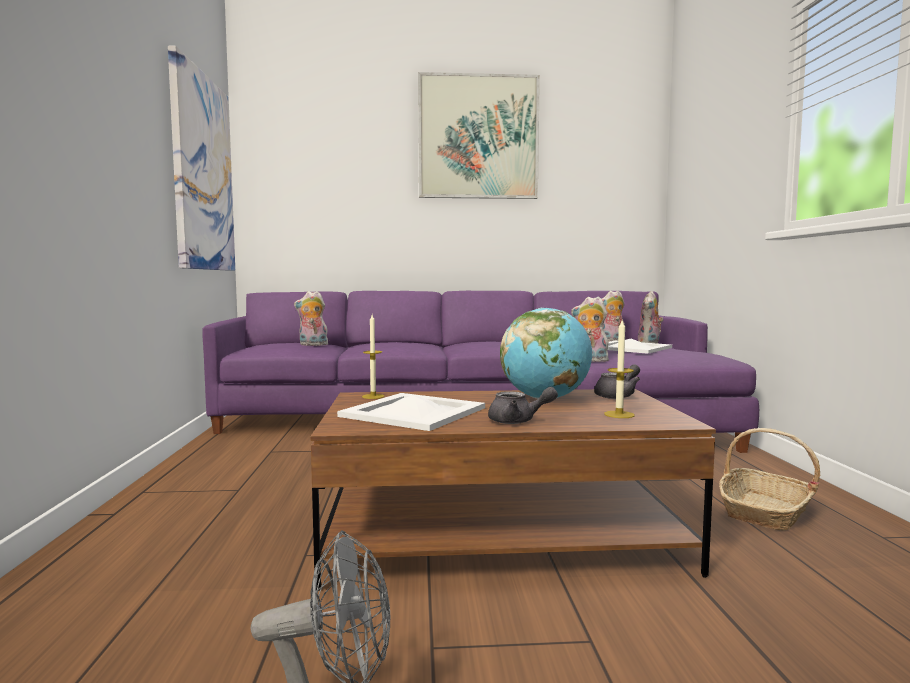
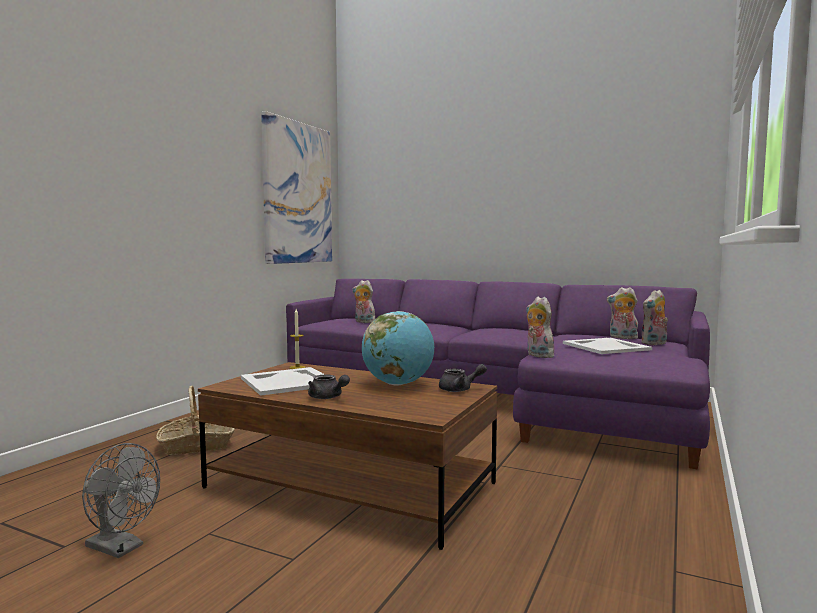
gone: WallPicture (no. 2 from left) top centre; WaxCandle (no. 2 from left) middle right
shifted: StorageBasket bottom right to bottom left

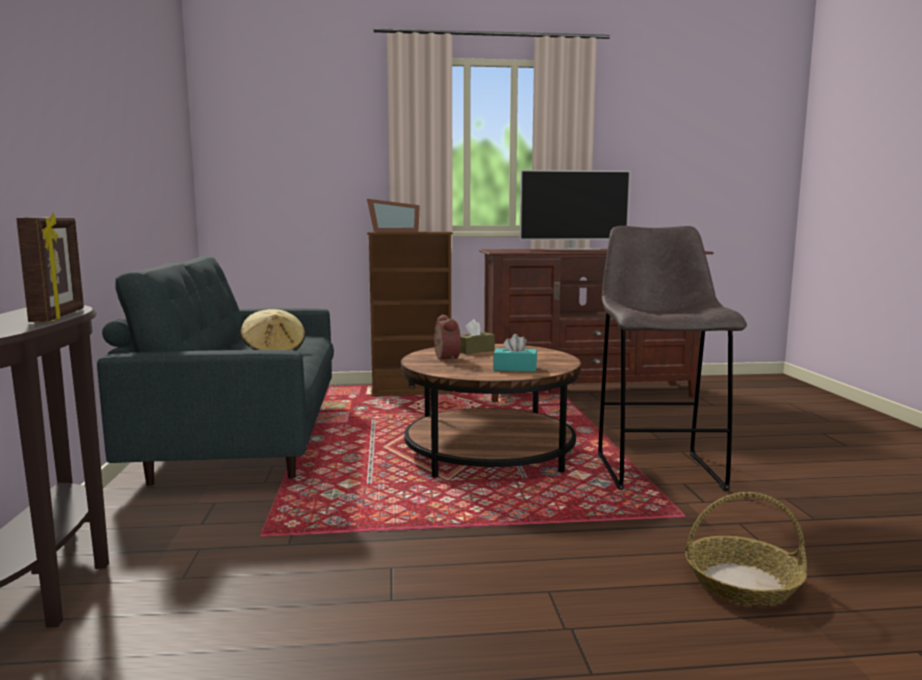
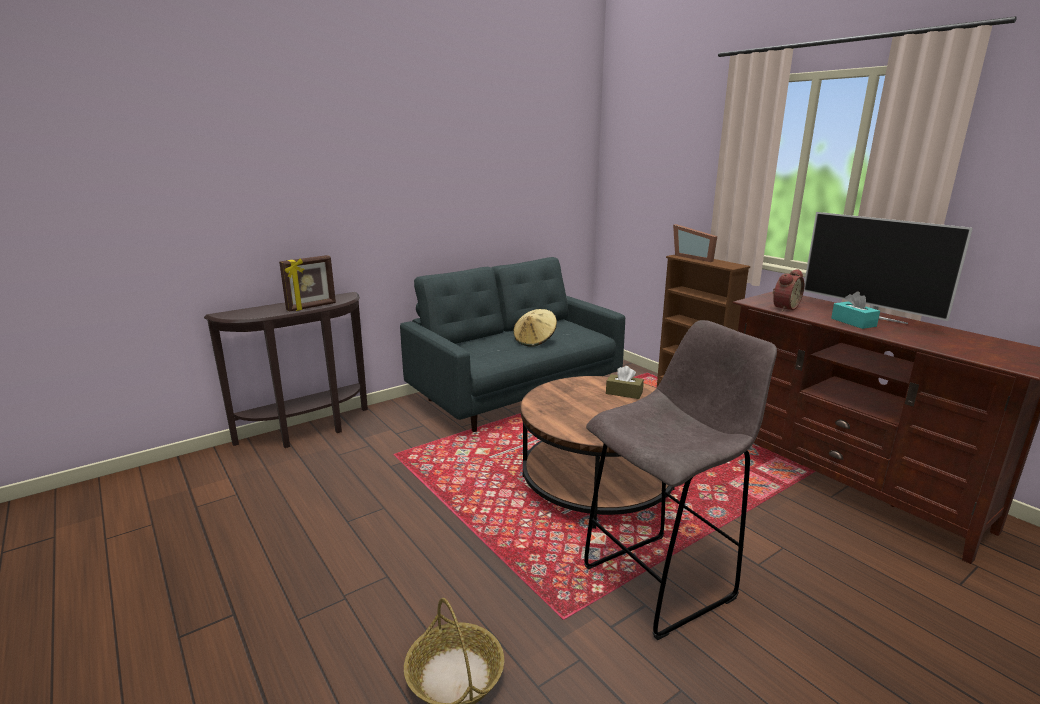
shifted: BedsideClock centre to middle right; BlueGreenTissueHolder centre to middle right

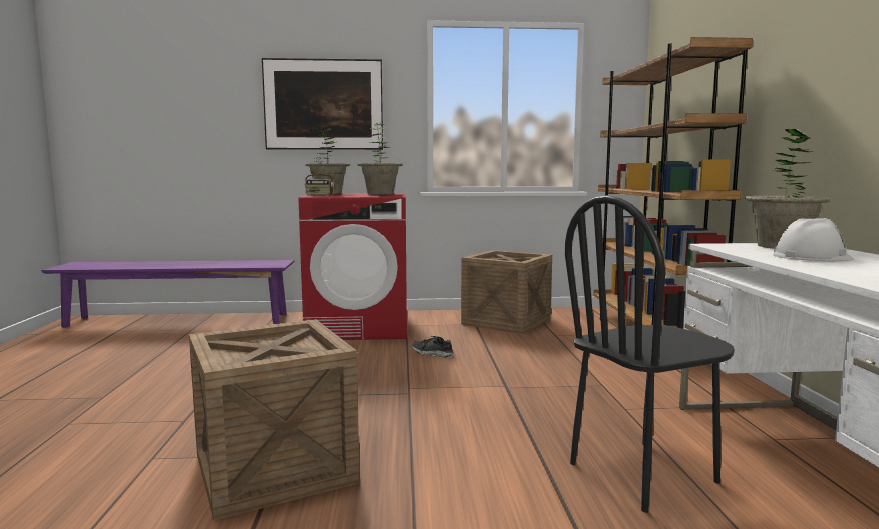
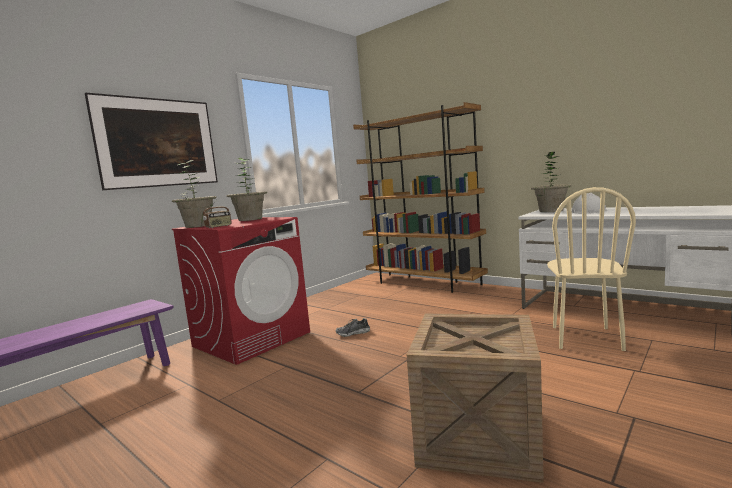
gone: Crate (no. 2 from left) centre
repainted: BlackColouredUprightChair bottom right to SandColouredUprightChair middle right

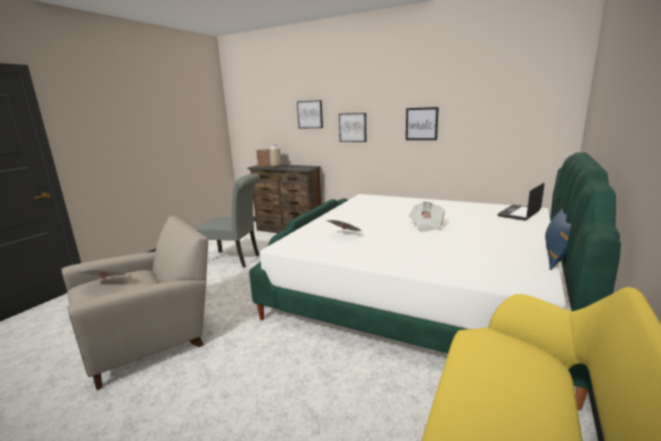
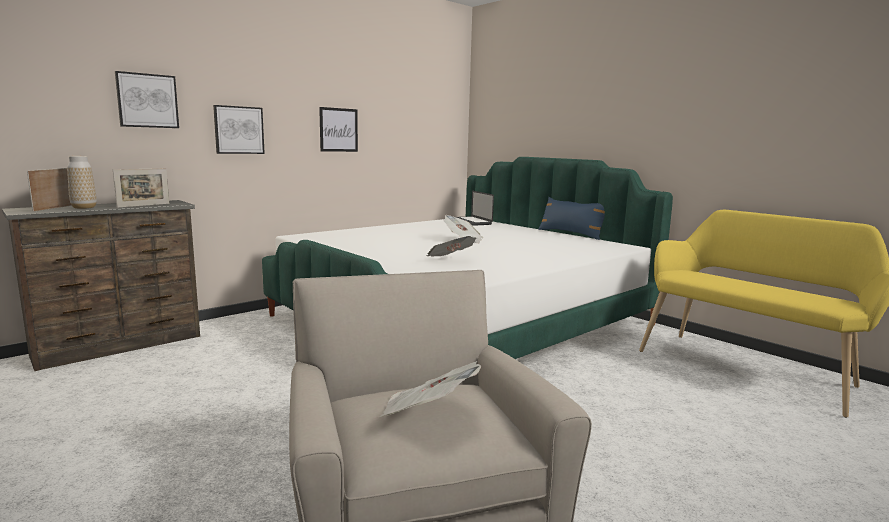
gone: GreyishUprightChair centre
new: PhotoFrame (no. 2 from left) middle left

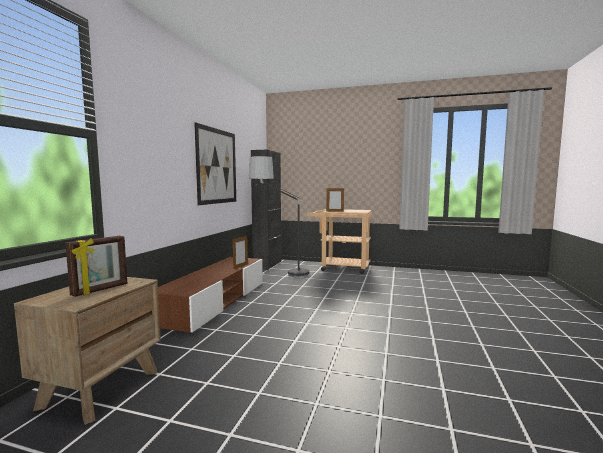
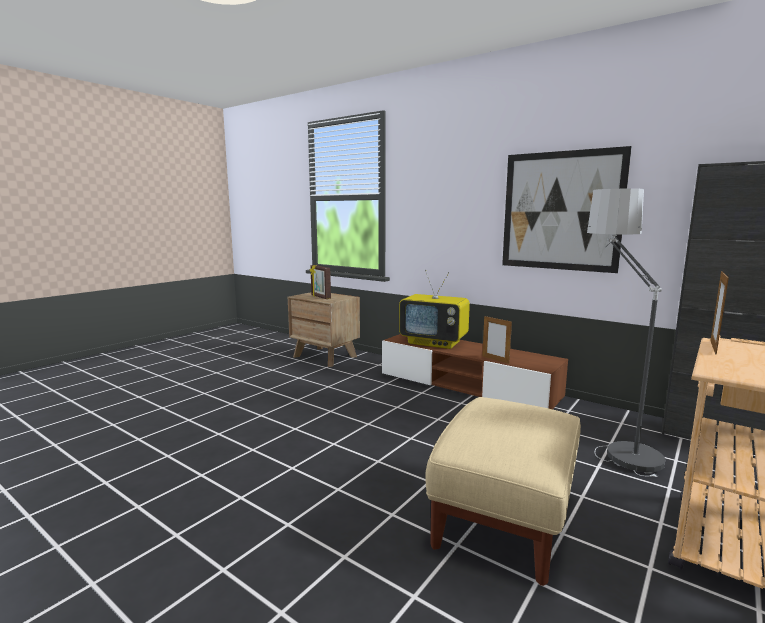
new: TvSet centre; SandColouredFootrest bottom centre

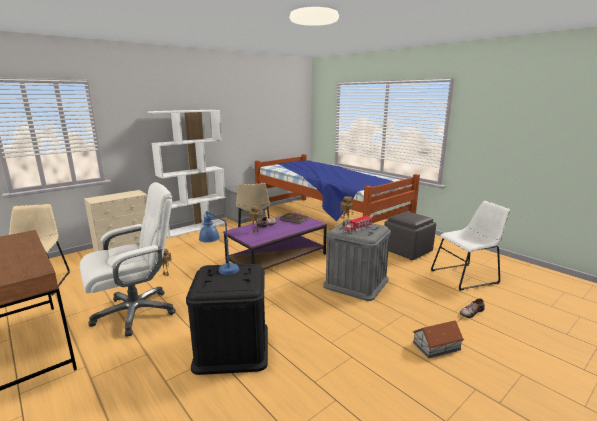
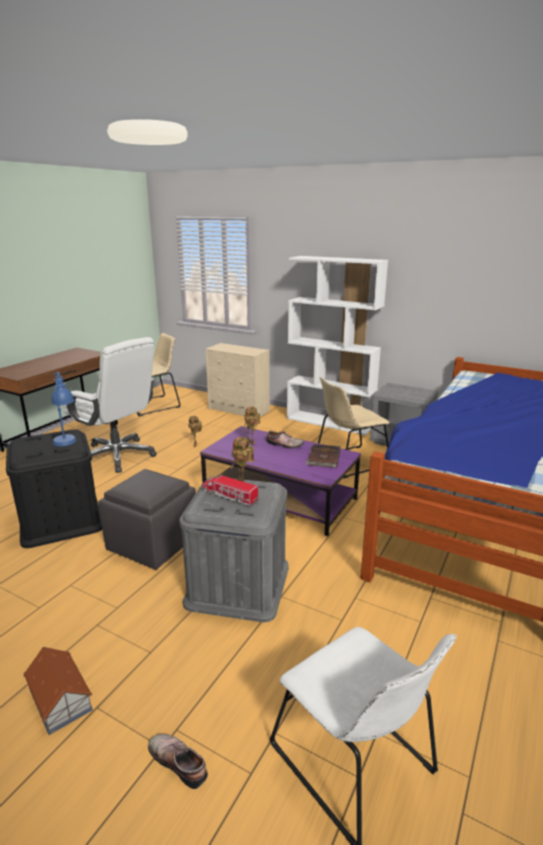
shifted: GreyishFootrest middle right to middle left

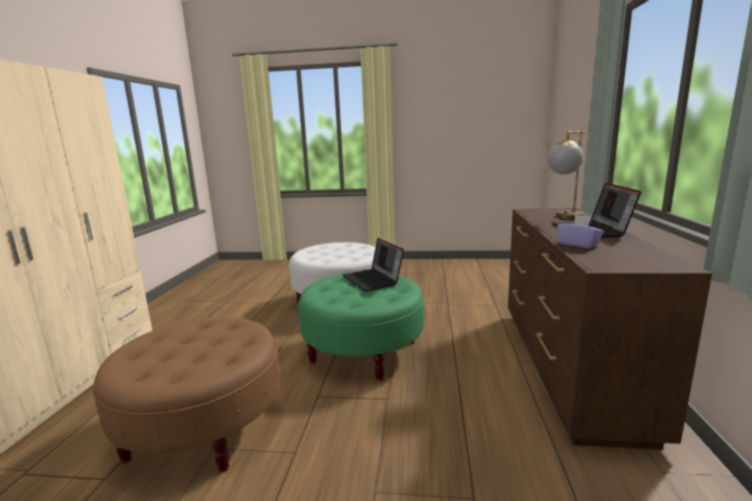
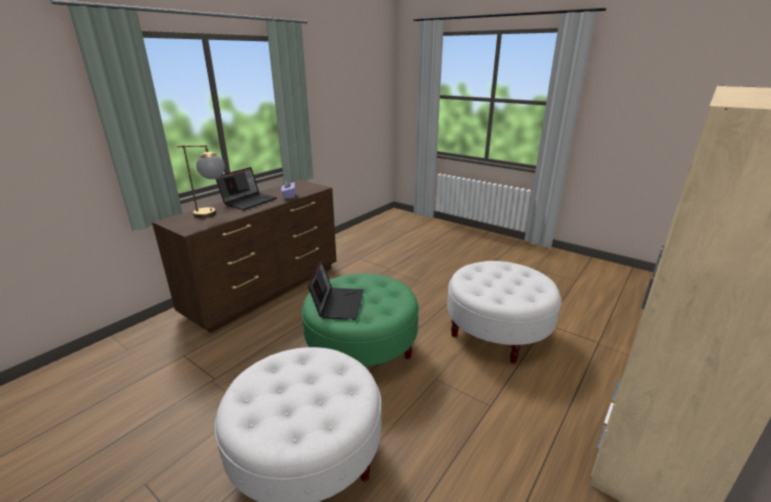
repainted: BrownishFootrest bottom left to WhiteColouredFootrest (no. 2 from left) centre

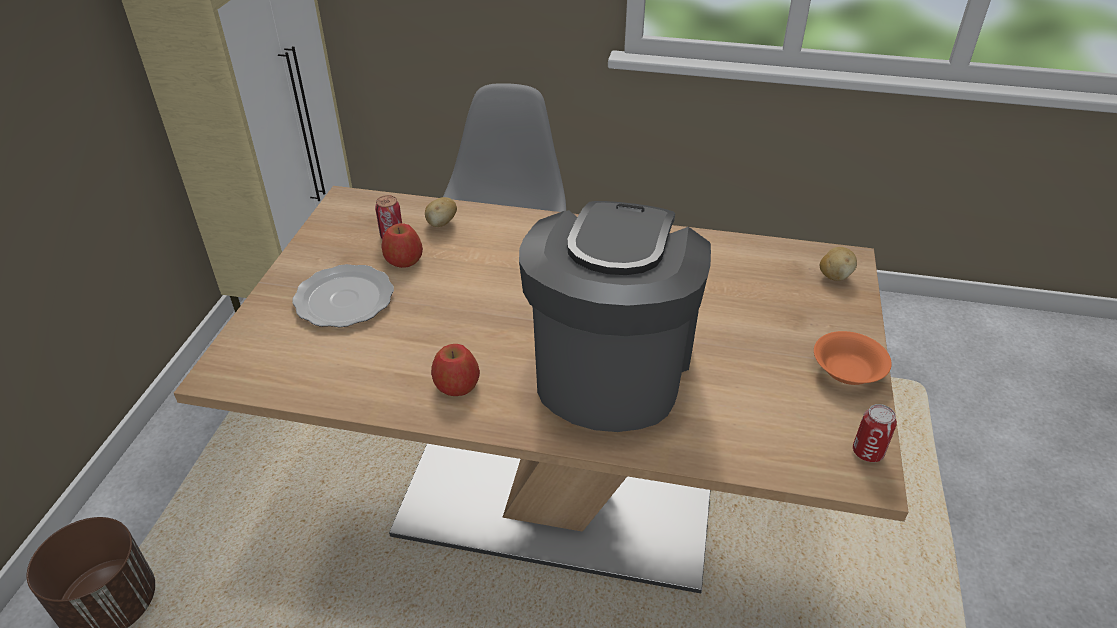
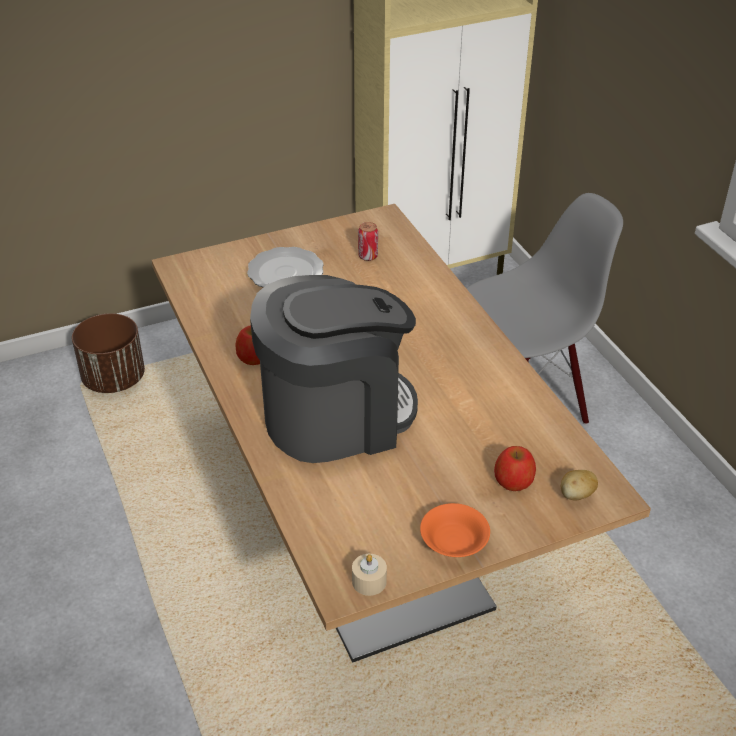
gone: Spud (no. 1 from left) centre
shifted: Apple (no. 1 from left in the first image) centre to Apple (no. 2 from left) middle right
swapped: MetalCan (no. 2 from left) bottom right to SandColouredWaxCandle bottom centre

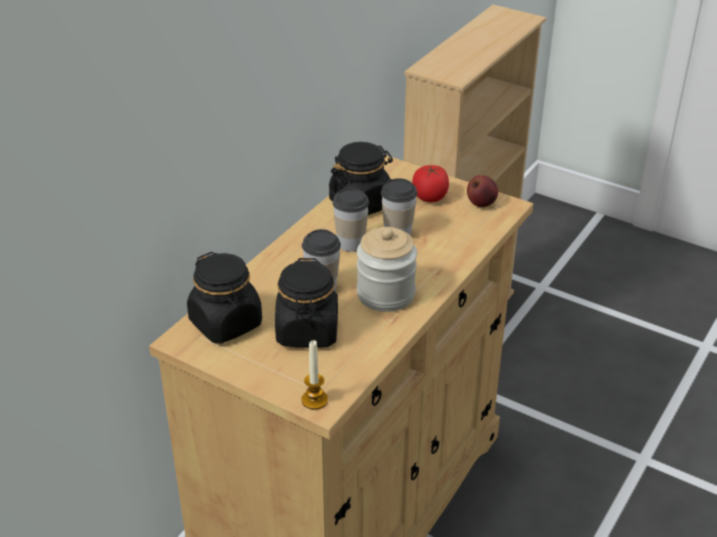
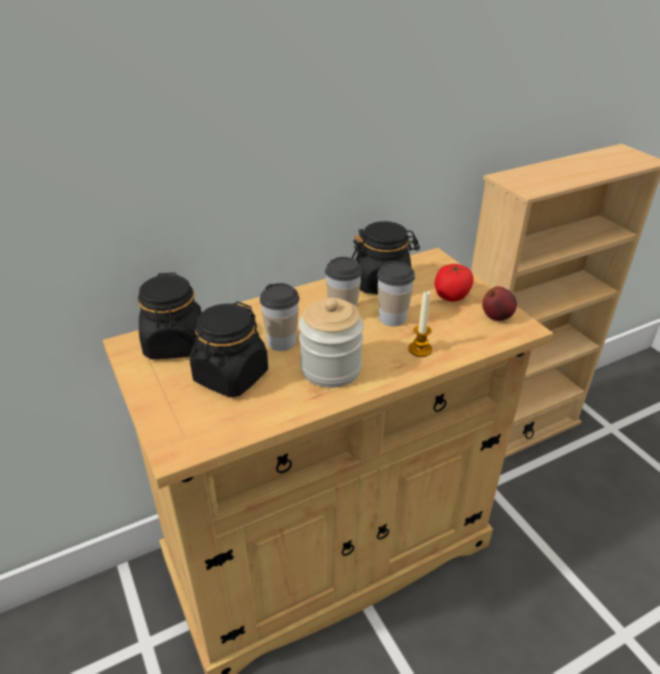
shifted: WaxCandle bottom centre to centre

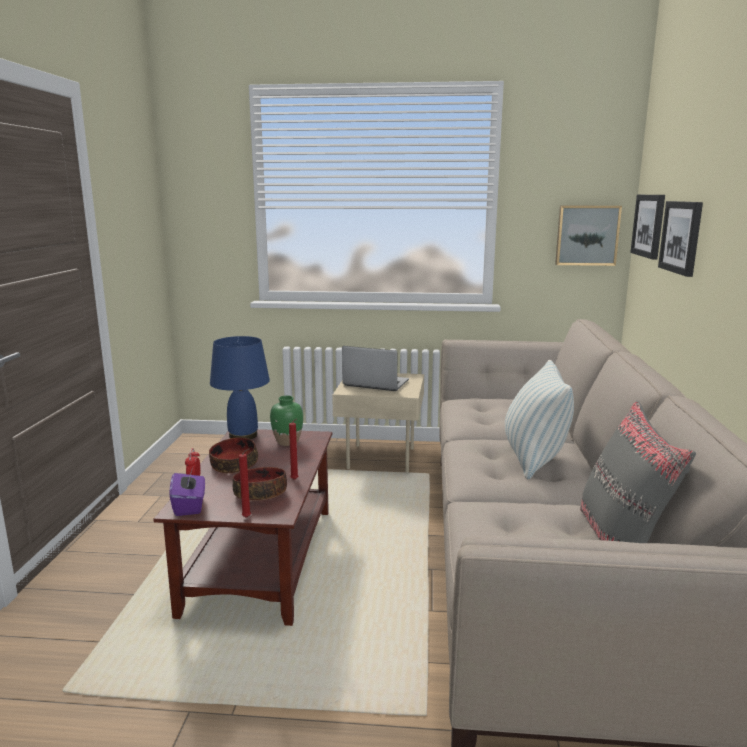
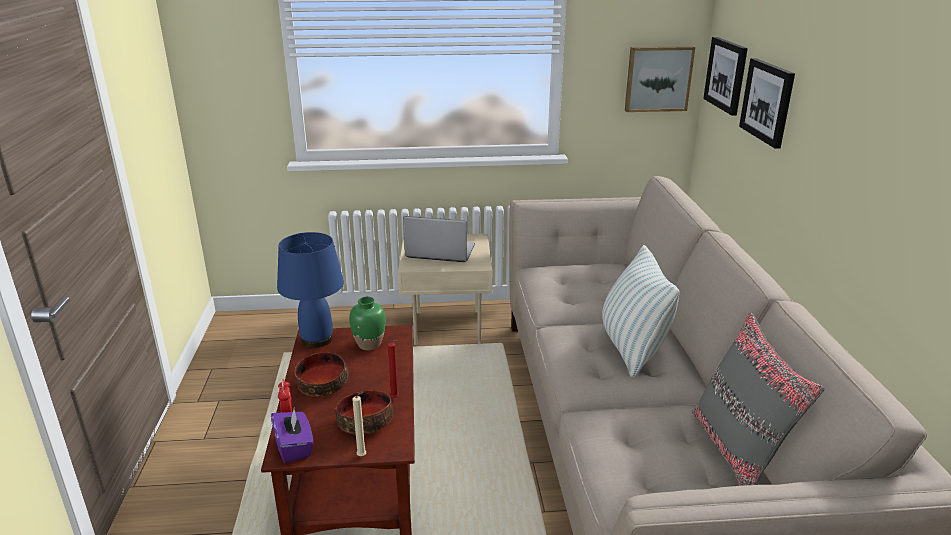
repainted: RedWaxCandle (no. 1 from left) middle left to SandColouredWaxCandle bottom centre

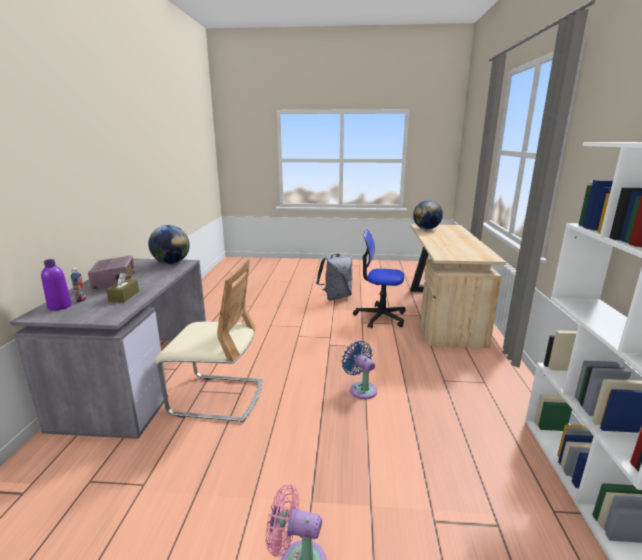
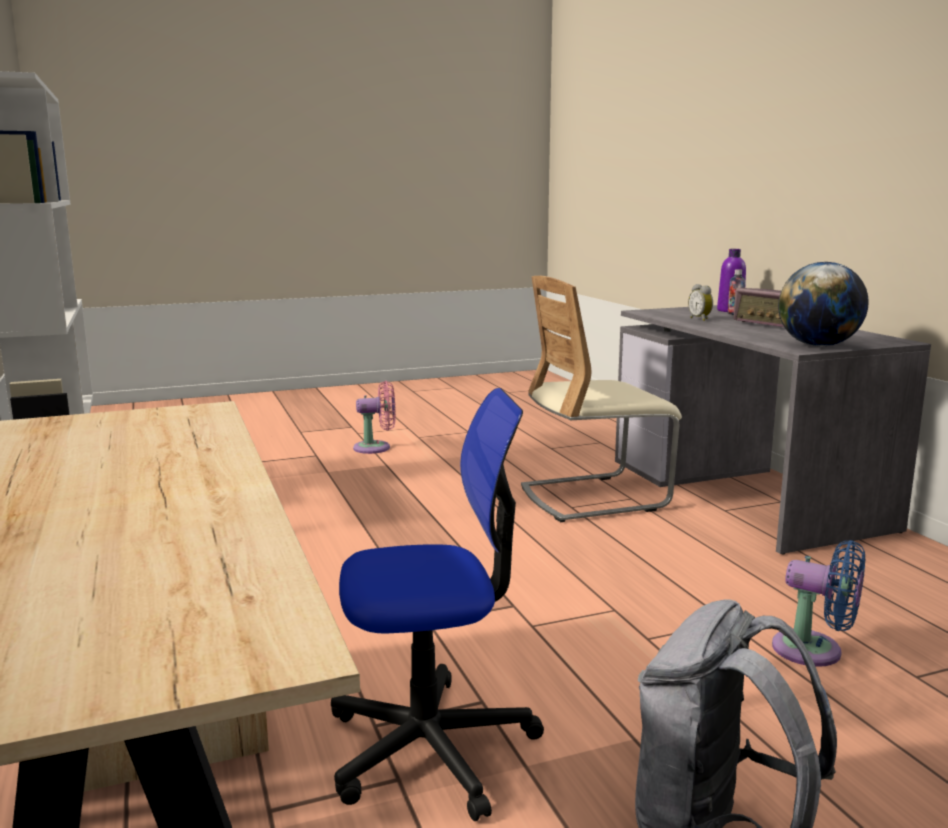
gone: DeskGlobe (no. 2 from left) middle right
shifted: BlueFan centre to bottom right
swapped: BrownishTissueHolder middle left to BedsideClock middle right

